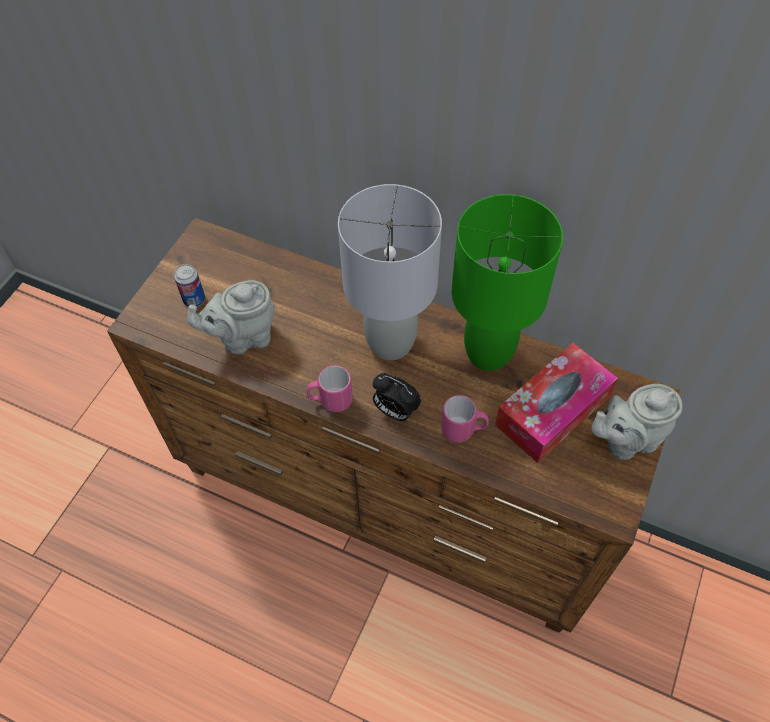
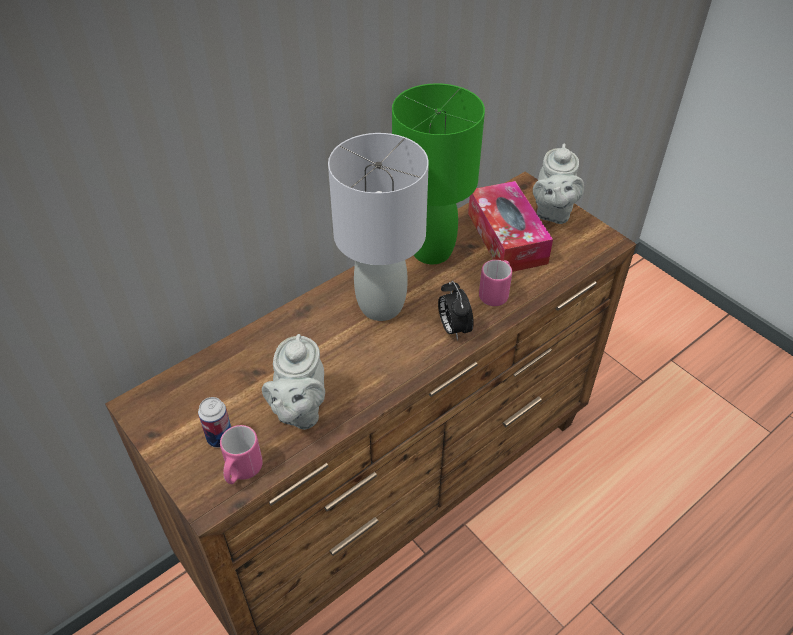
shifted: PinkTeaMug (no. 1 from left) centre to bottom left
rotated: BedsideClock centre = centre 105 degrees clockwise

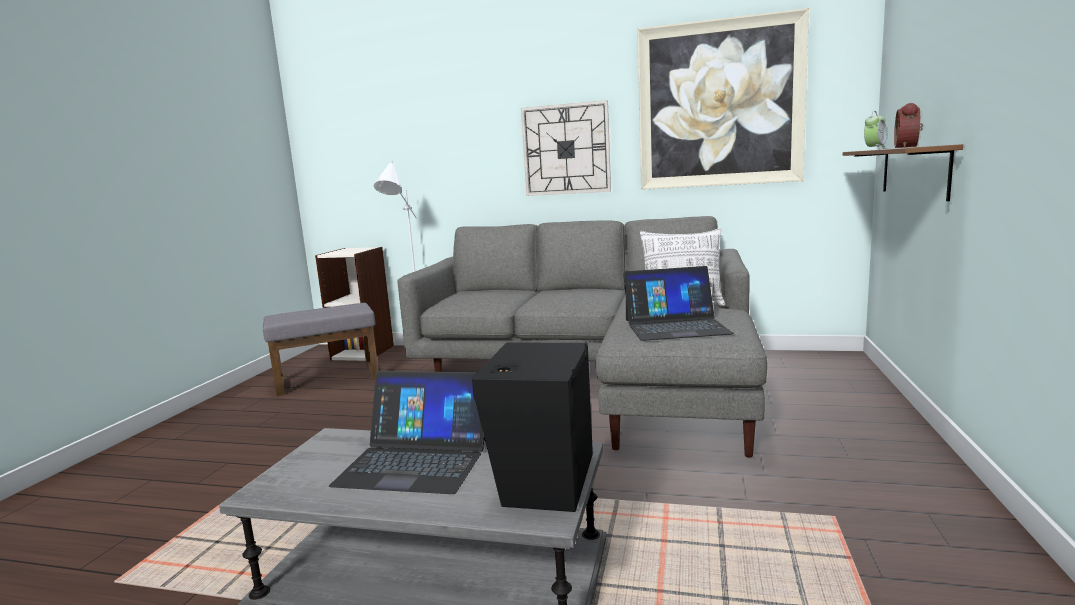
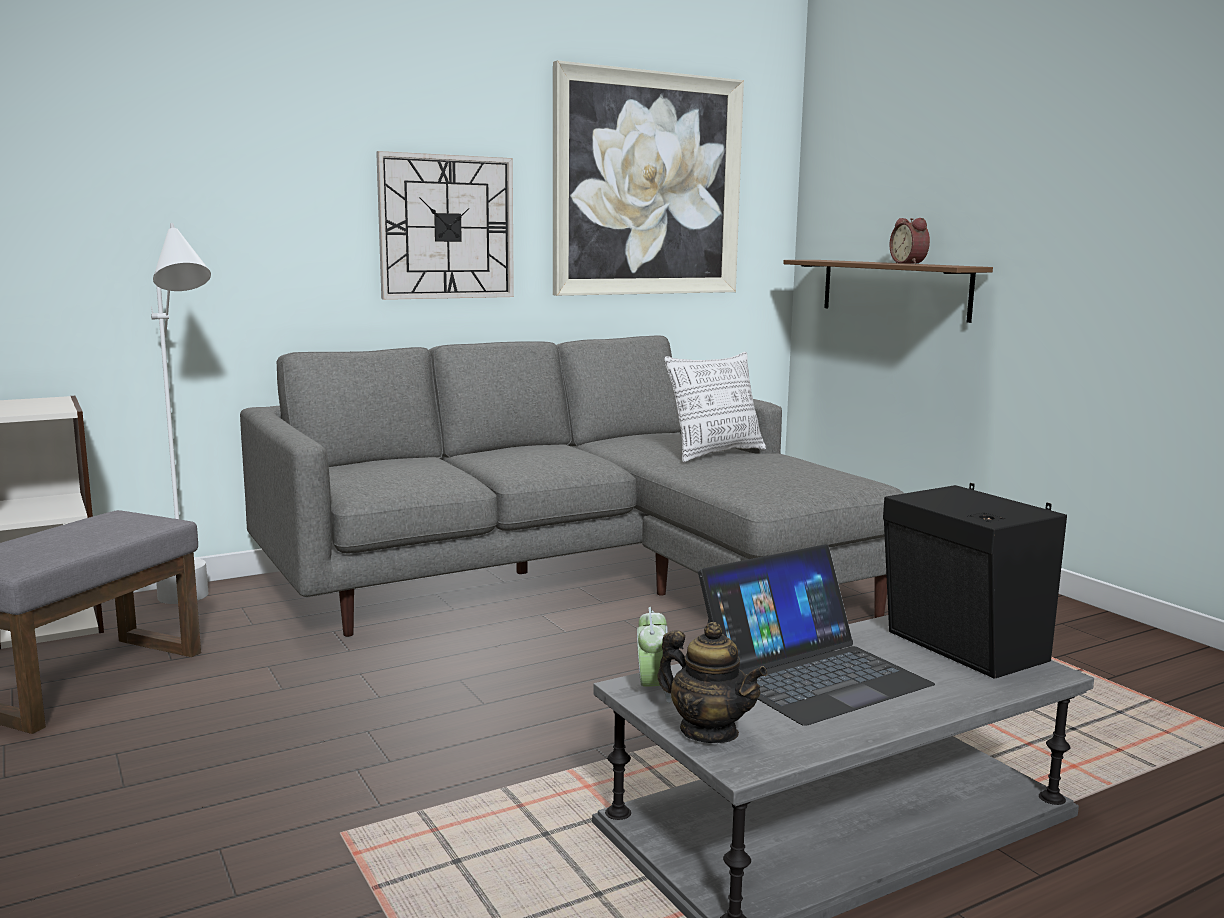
gone: PortableComputer (no. 2 from left) centre
new: PotForTea bottom centre
shifted: BedsideClock (no. 1 from left) top right to bottom centre

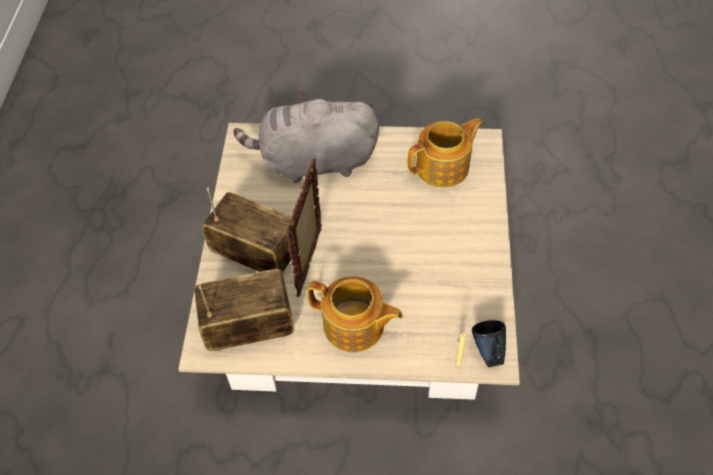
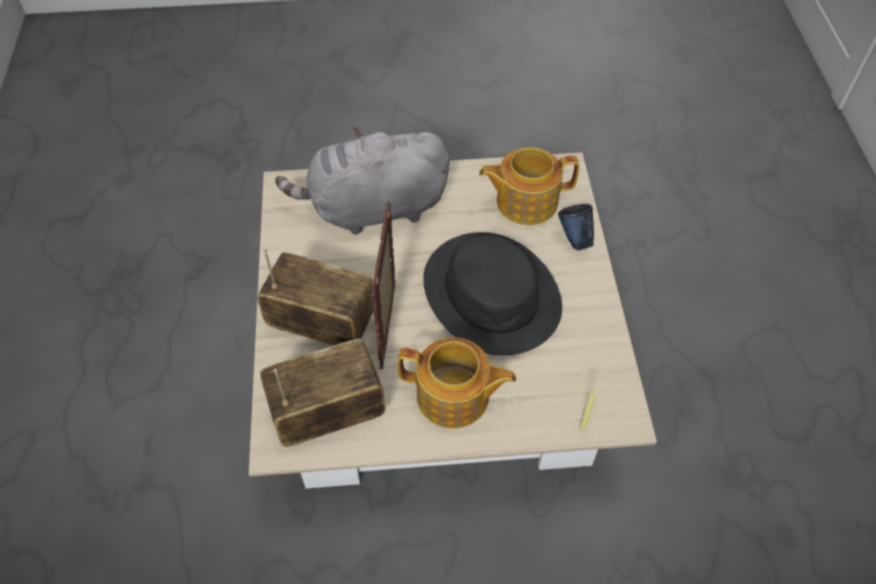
new: BlackColouredHat centre
shifted: BlueTeaMug bottom right to centre
rotated: PotForTea (no. 2 from left) top centre = top centre 150 degrees counterclockwise

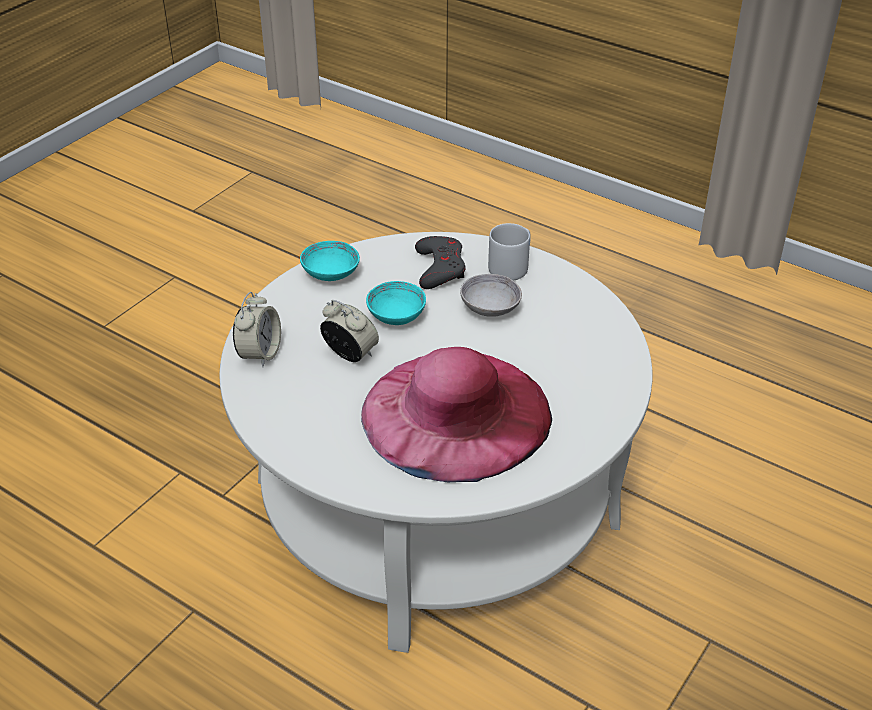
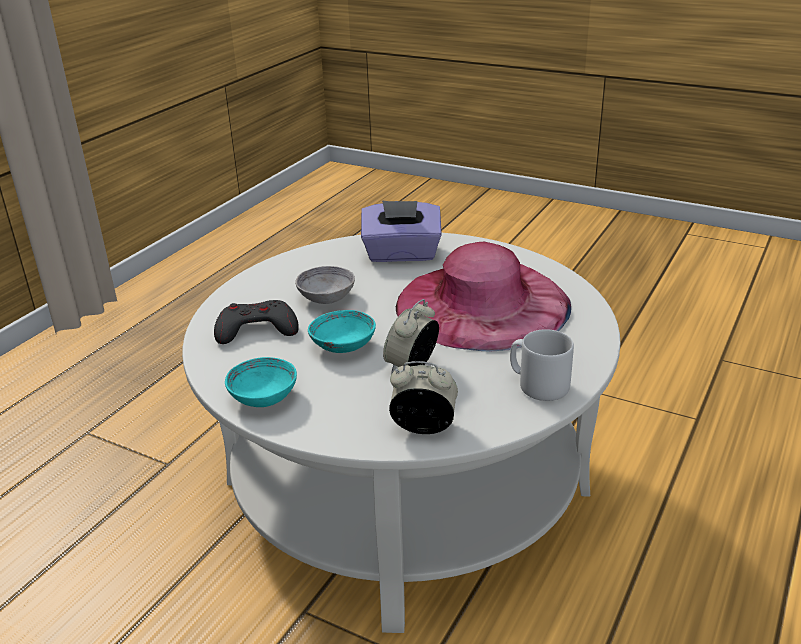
new: PurplishTissueHolder centre
shifted: GreyishTeaMug centre to middle right

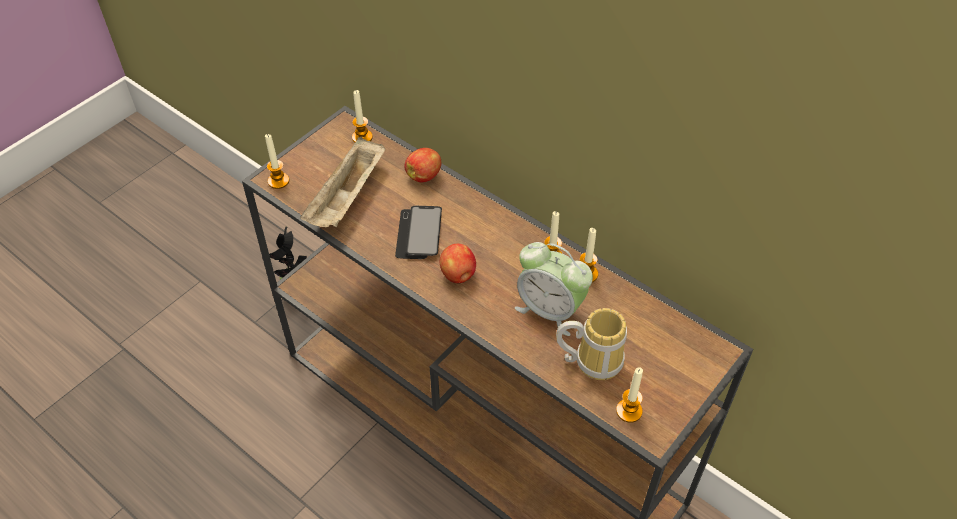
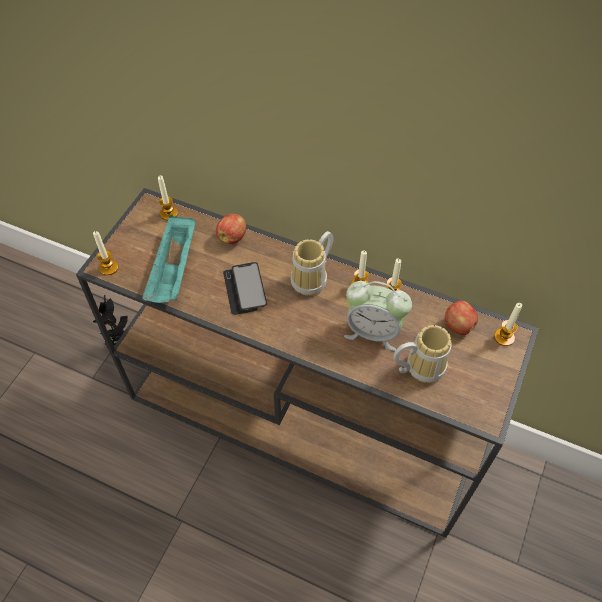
new: TeaMug (no. 1 from left) centre
shifted: Apple (no. 2 from left) centre to middle right; WaxCandle (no. 5 from left) bottom centre to middle right
repainted: SandColouredCarryingTray centre to BlueGreenCarryingTray middle left

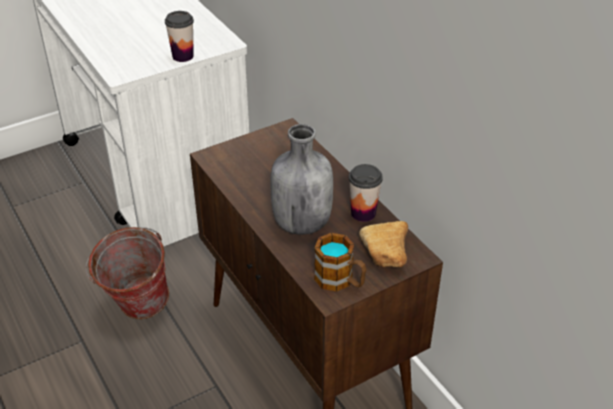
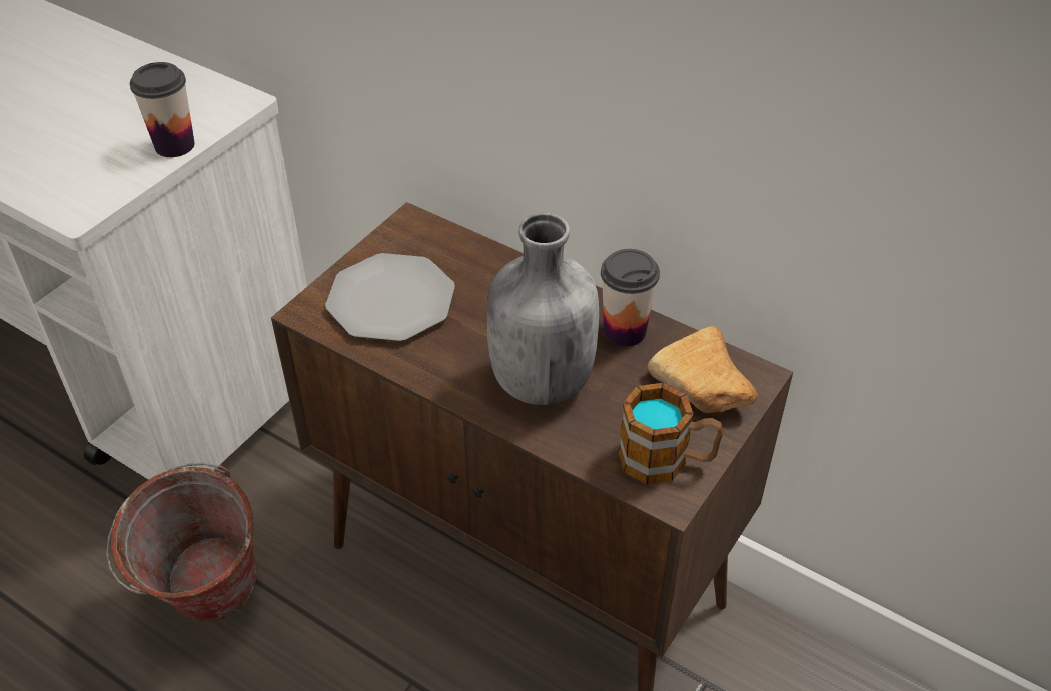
new: Plate centre

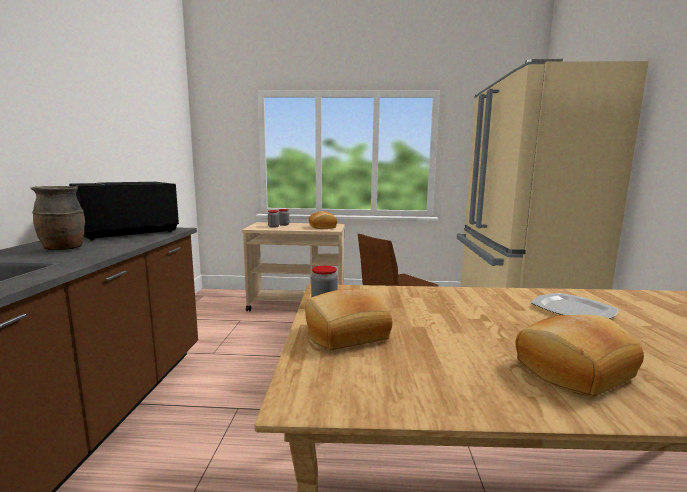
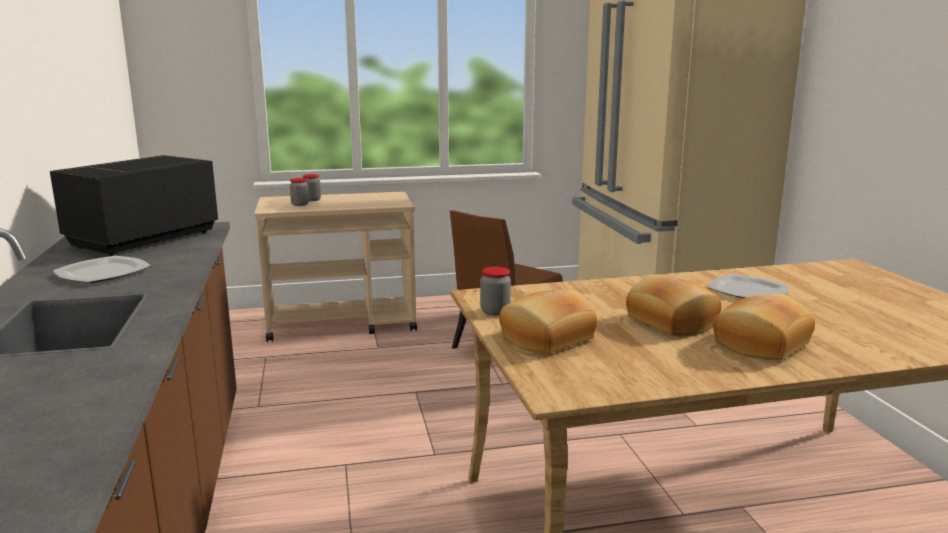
shifted: BakedBread (no. 1 from left in the first image) centre to BakedBread (no. 2 from left) middle right
swapped: BrownishVase middle left to Plate (no. 1 from left) middle left

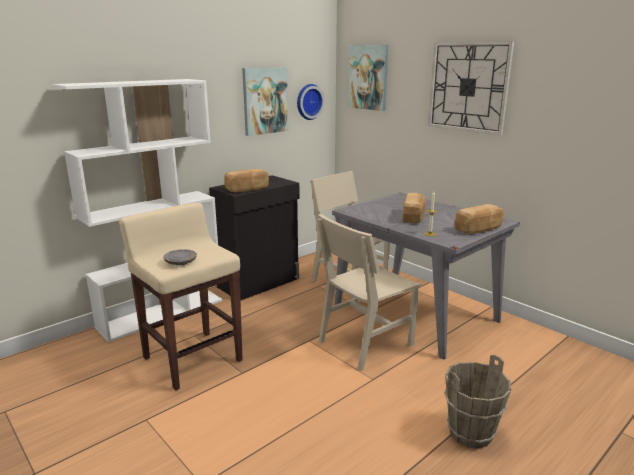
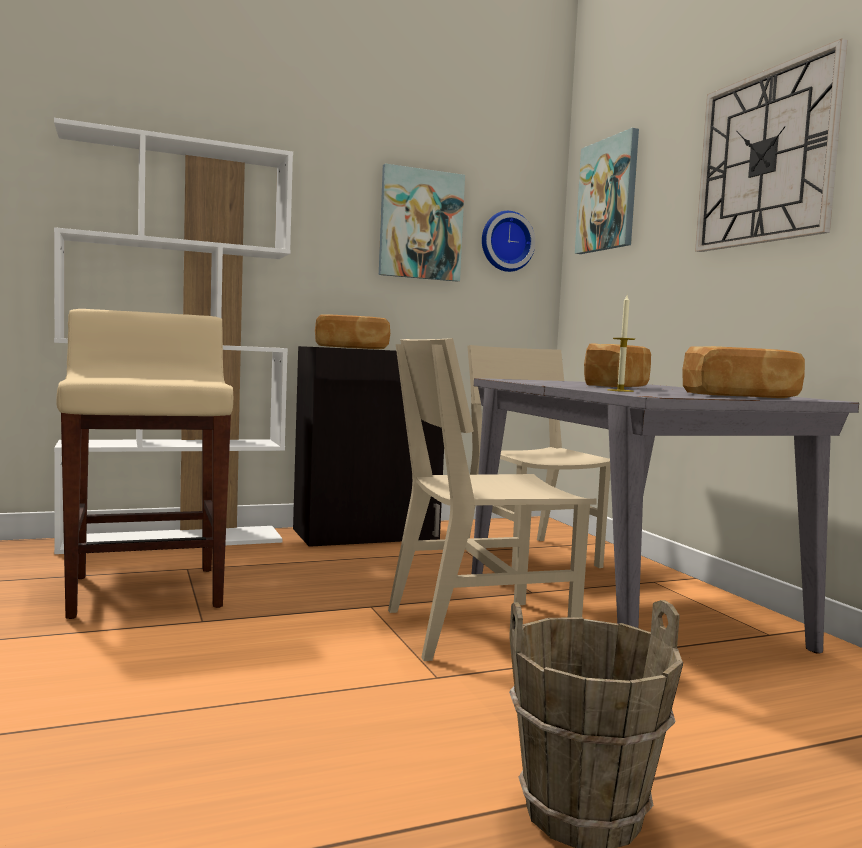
gone: GreyishPlate middle left

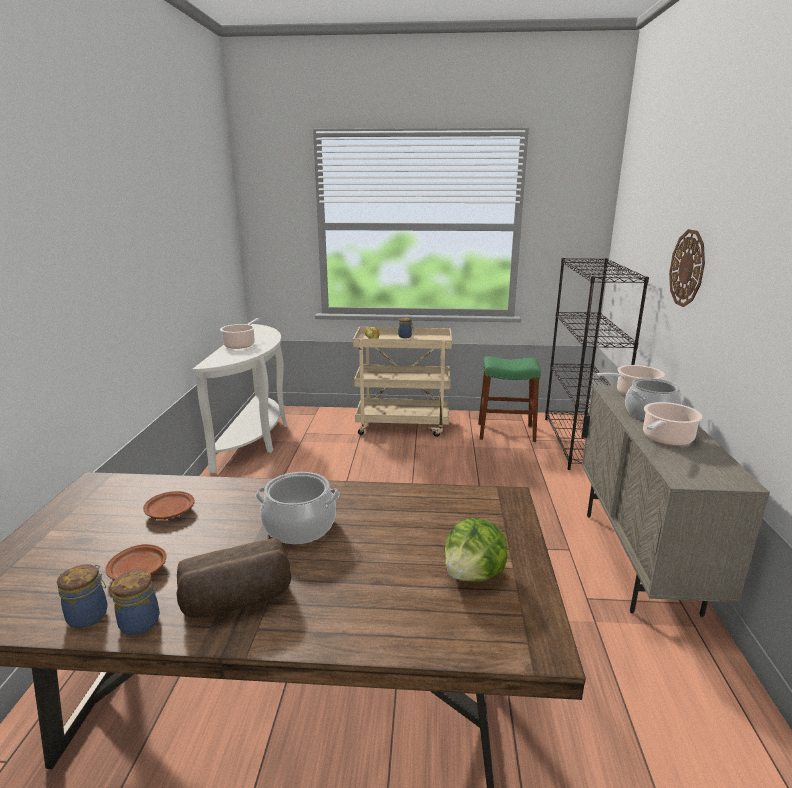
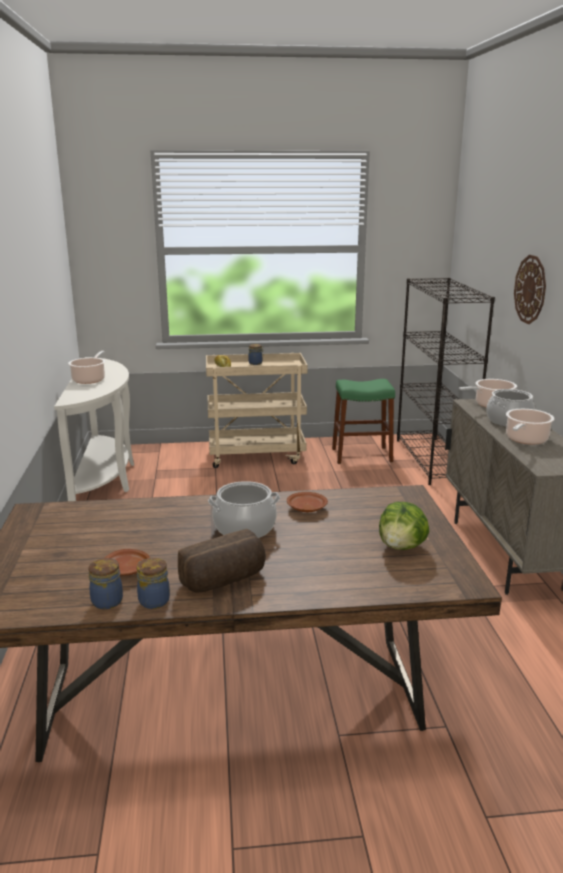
shifted: BrownishPlate (no. 2 from left) middle left to centre

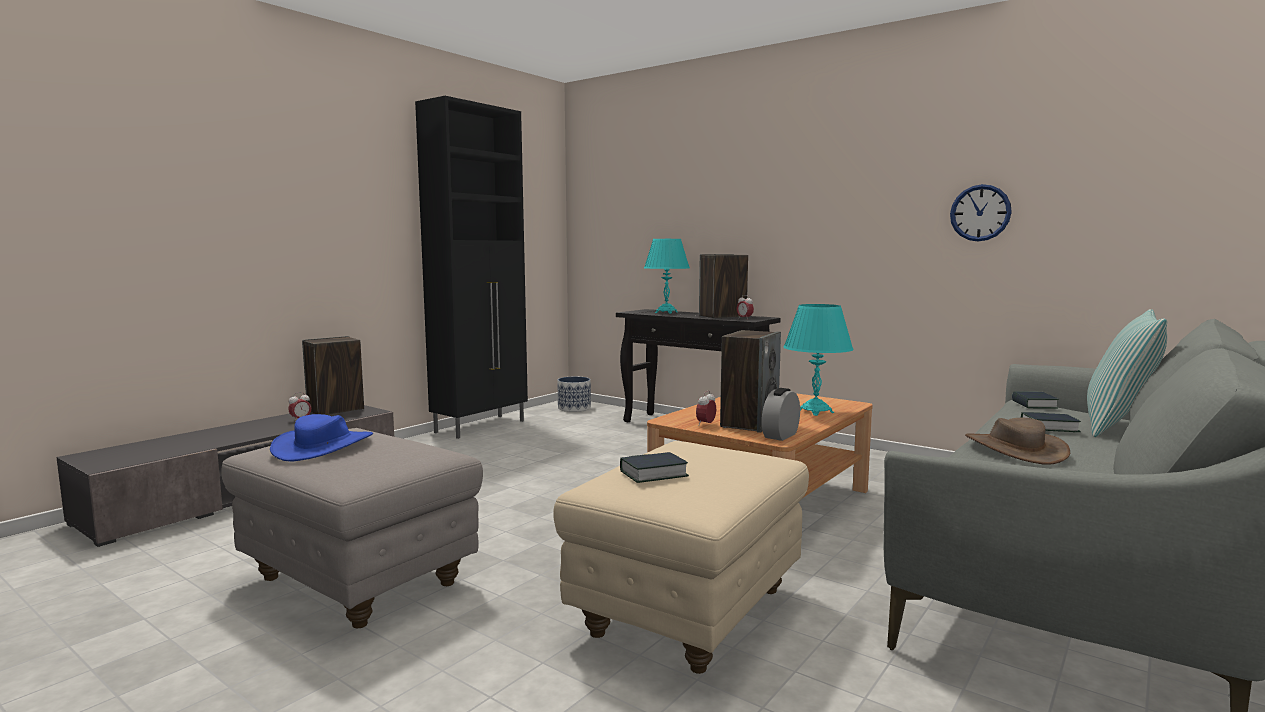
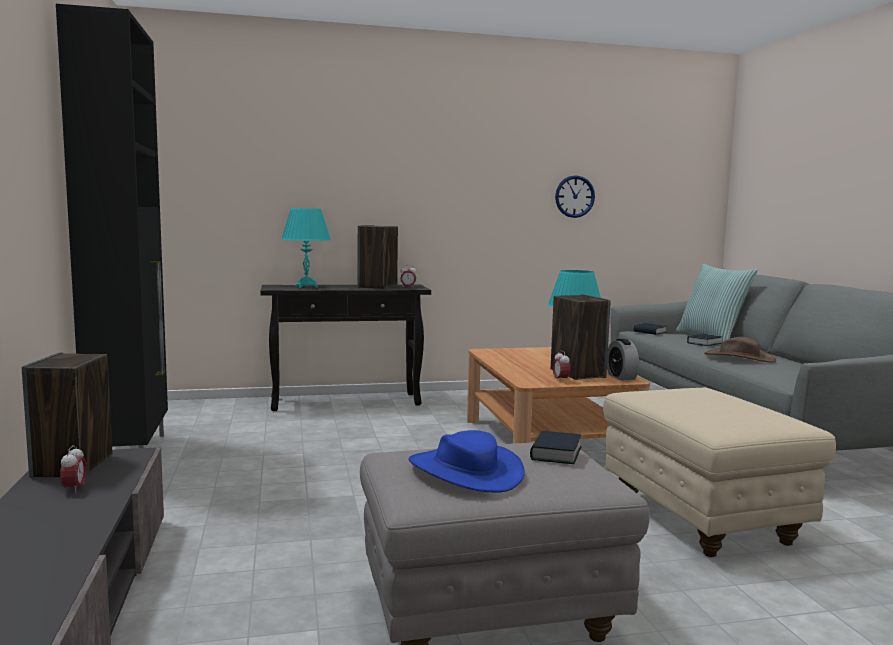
gone: Planter centre
shifted: Volume (no. 1 from left) centre to bottom centre

